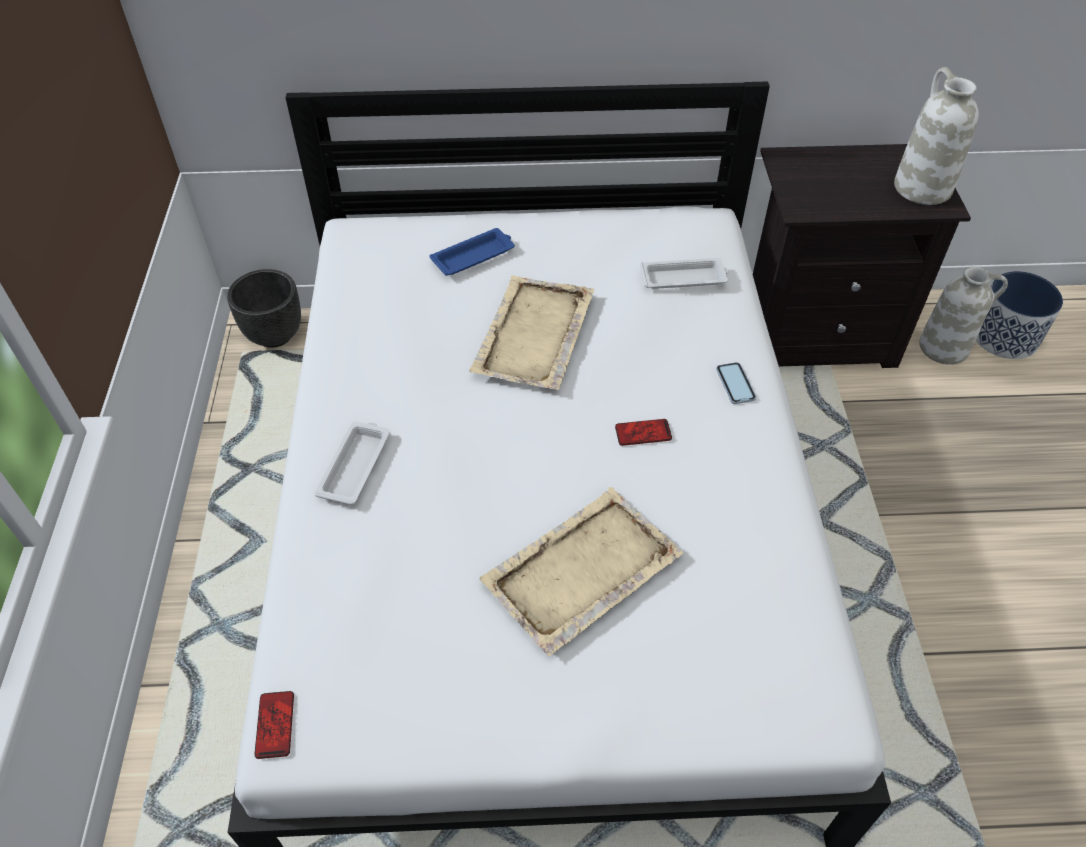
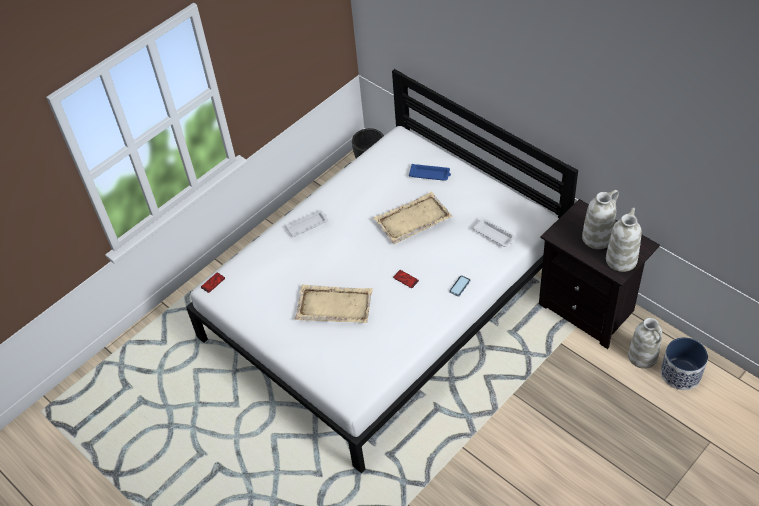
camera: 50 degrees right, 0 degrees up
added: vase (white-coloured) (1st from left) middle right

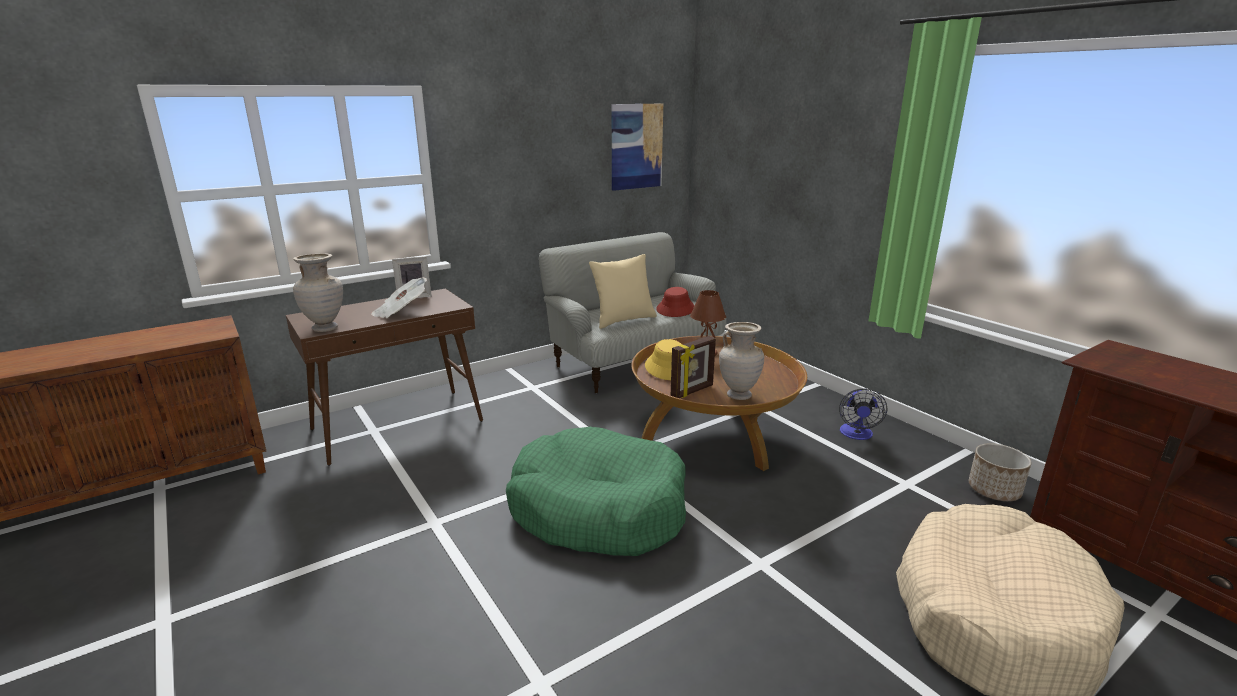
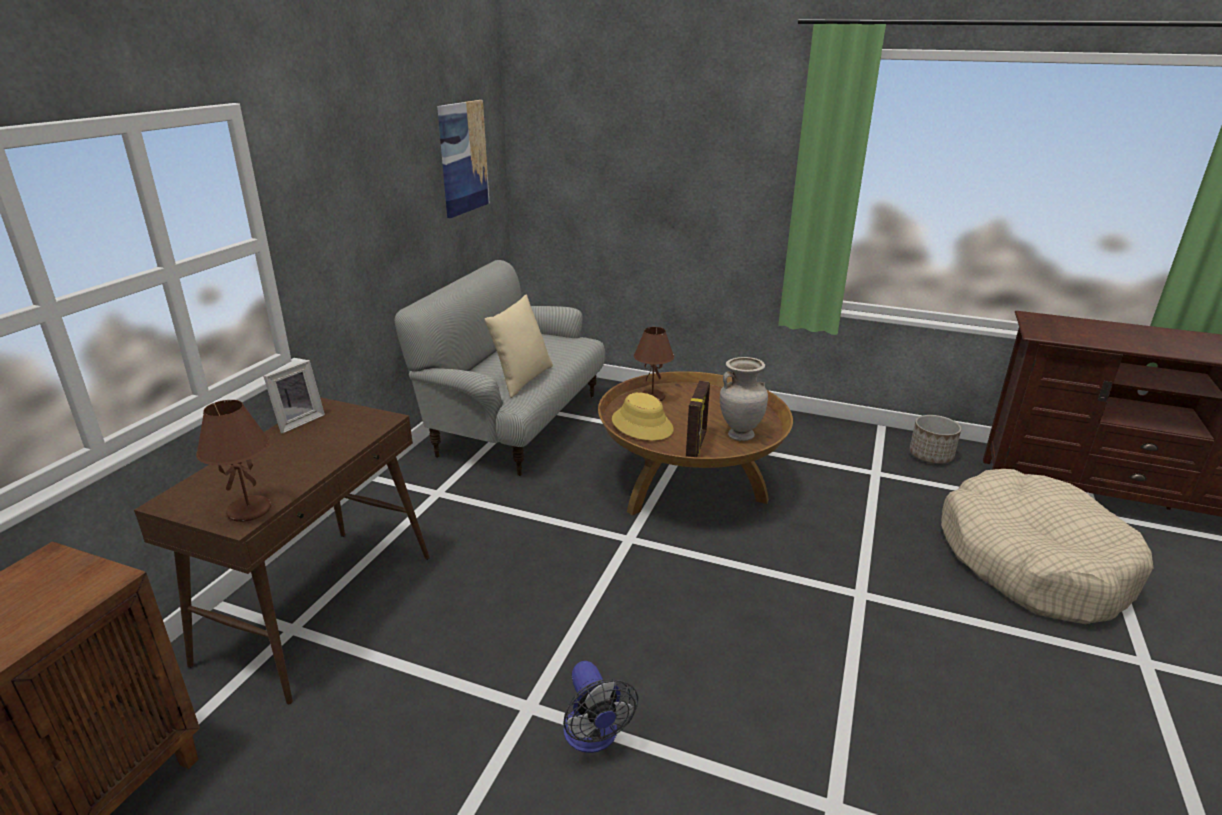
camera: 35 degrees left, 5 degrees up
removed: daily paper middle left; dog bed (greenish) bottom centre; wearable hat (red-coloured) centre
moved: electric fan middle right to bottom centre
replaced: vase (beige-coloured) (1st from left) middle left to tabletop lamp (brown-coloured) (1st from left) middle left

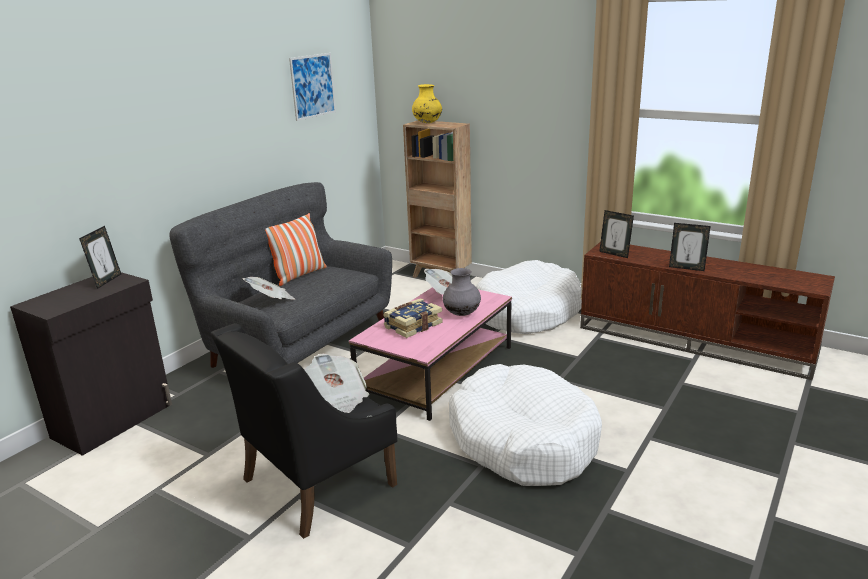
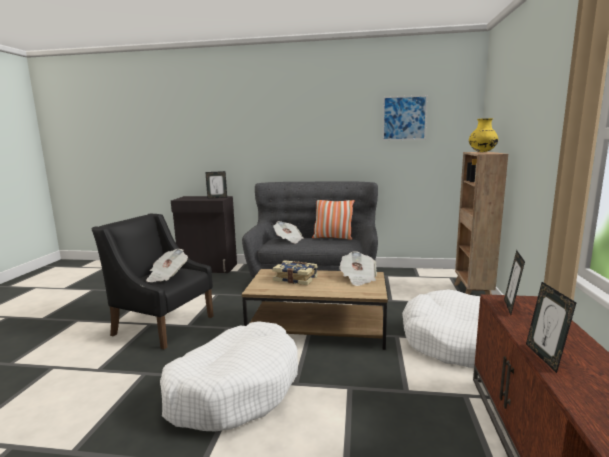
camera: 65 degrees right, 10 degrees down
removed: vase (greyish) centre
recoloured: coffee table (pink-coloured) centre to coffee table (brown-coloured) bottom centre

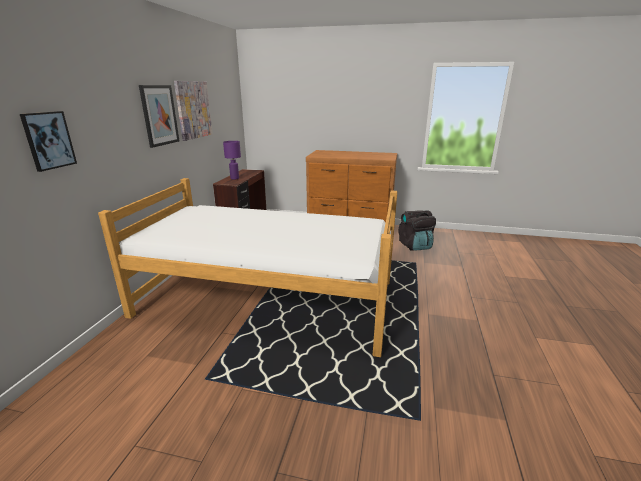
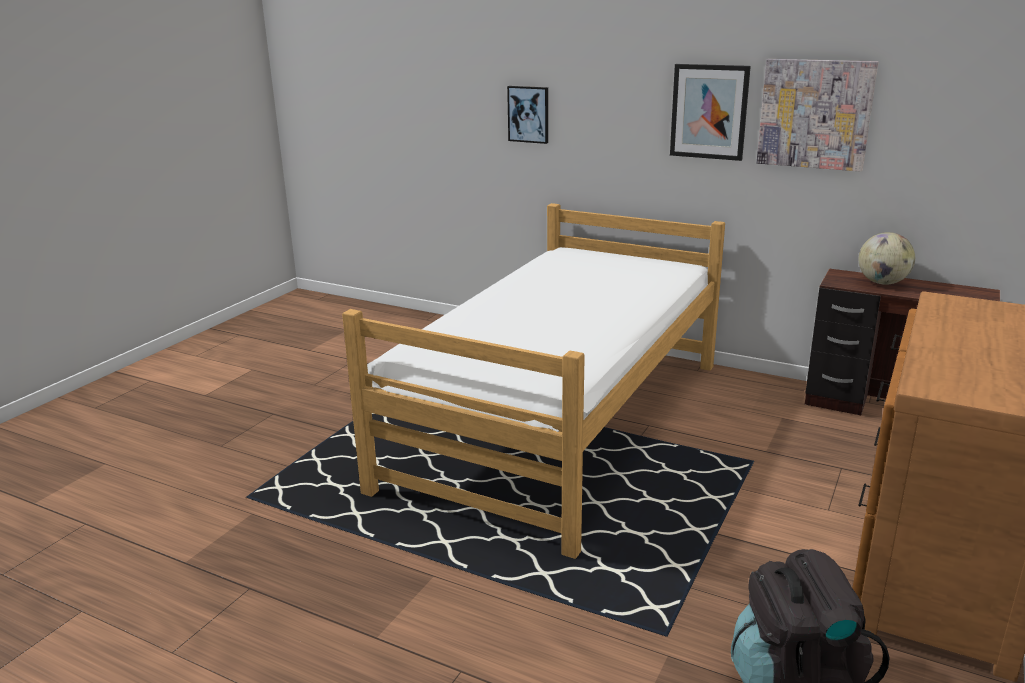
camera: 105 degrees right, 0 degrees up
replaced: tabletop lamp (purplish) top centre to desk globe middle right

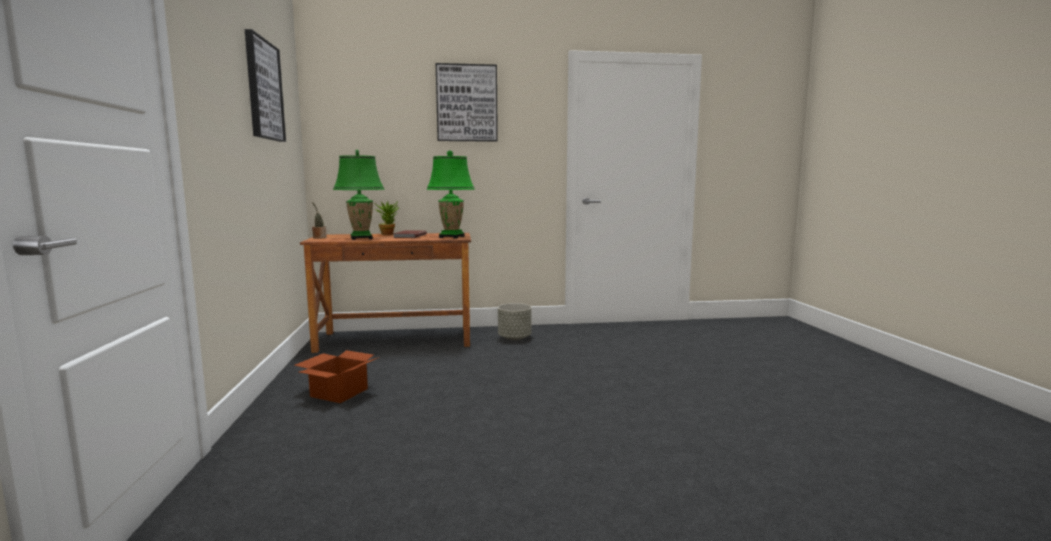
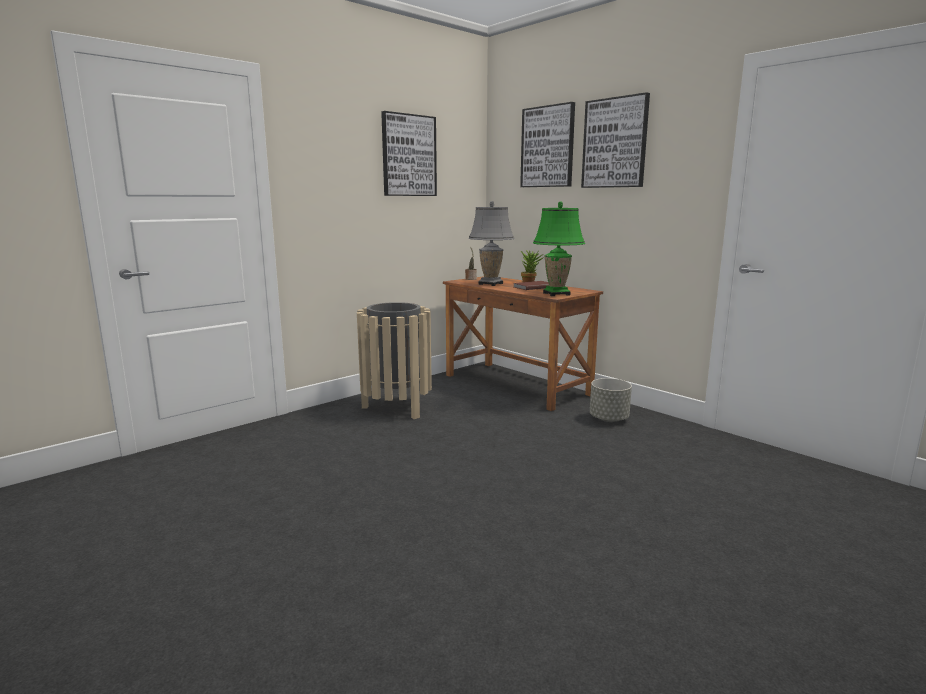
camera: 55 degrees right, 5 degrees up
added: wall art (2nd from left) top centre
replaced: carton bottom left to trash can (beige-coloured) centre
recoloured: tabletop lamp (greenish) (1st from left) centre to tabletop lamp (greyish) centre

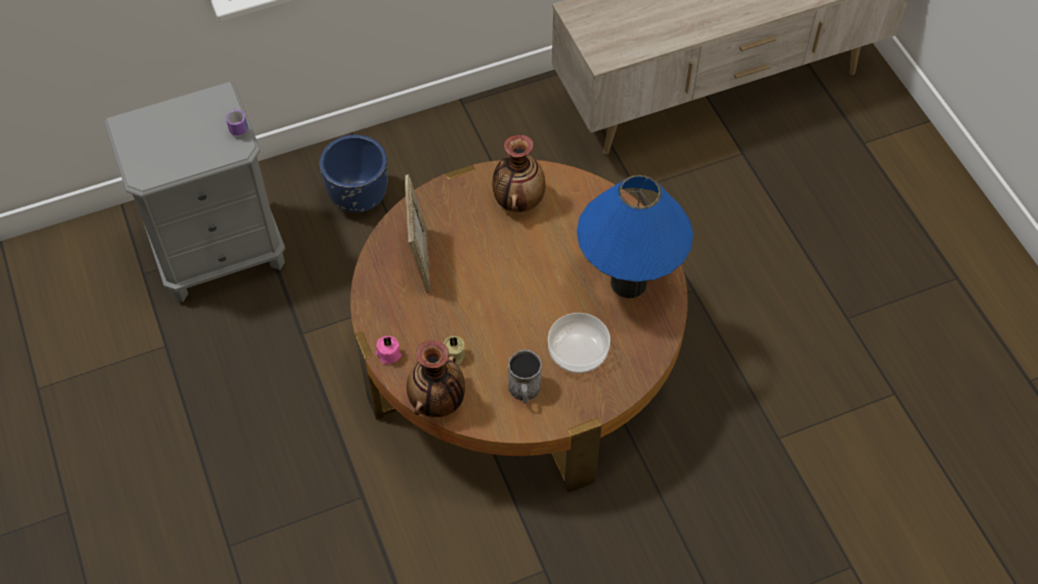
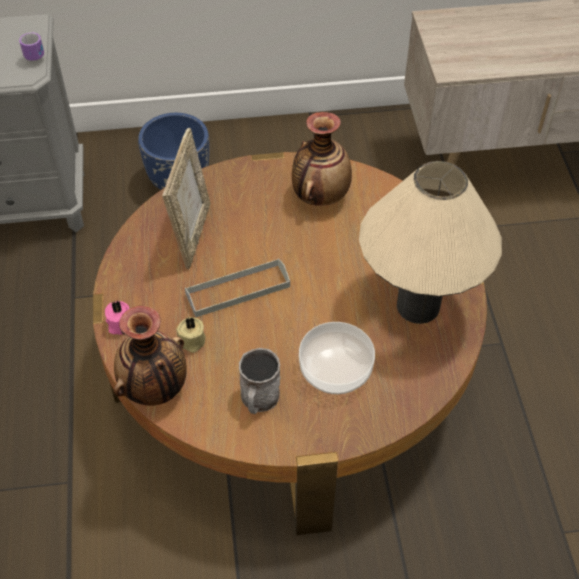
camera: 15 degrees right, 5 degrees down
added: serving tray (greyish) centre
recoloured: tabletop lamp (blue) centre to tabletop lamp (beige-coloured) middle right

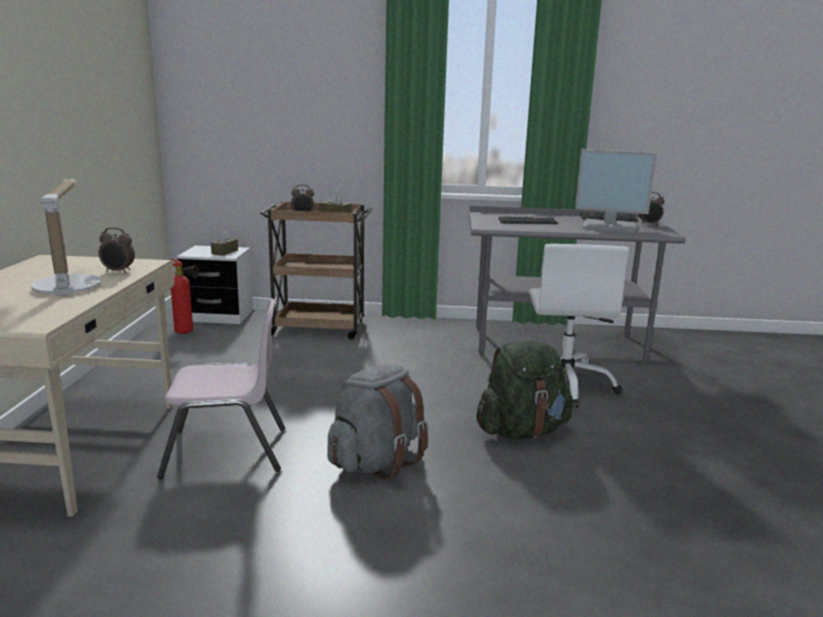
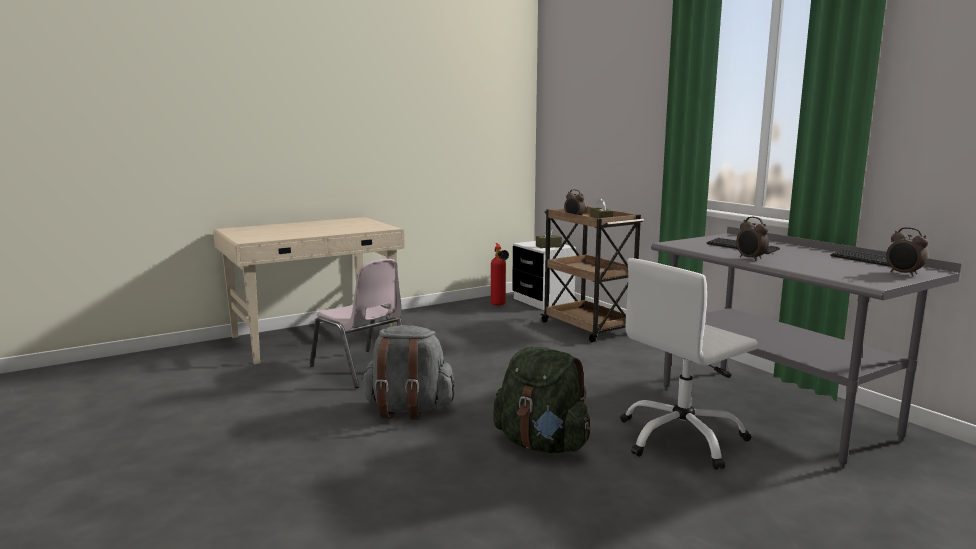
camera: 55 degrees right, 5 degrees down
removed: tabletop lamp middle left; computer screen top right
moved: alarm clock (1st from left in the first image) middle left to alarm clock (2nd from left) middle right

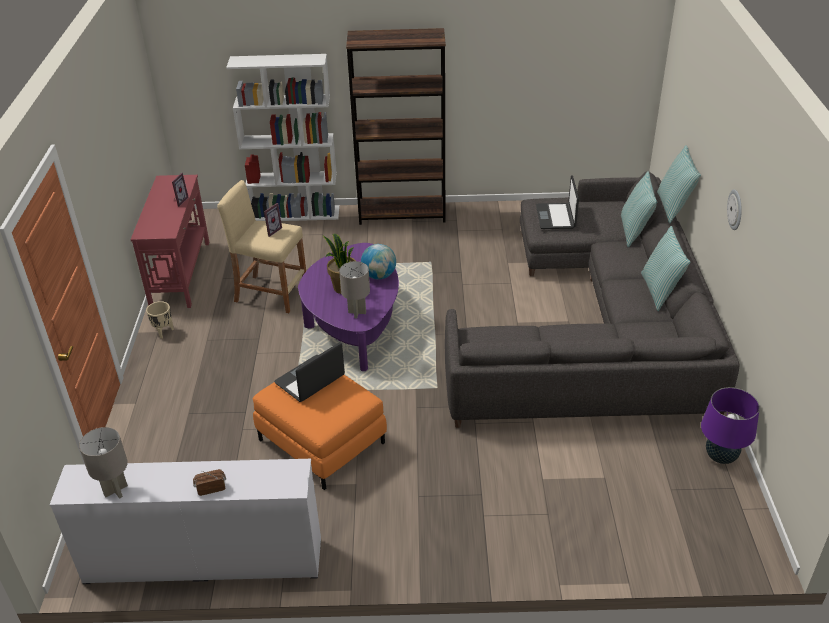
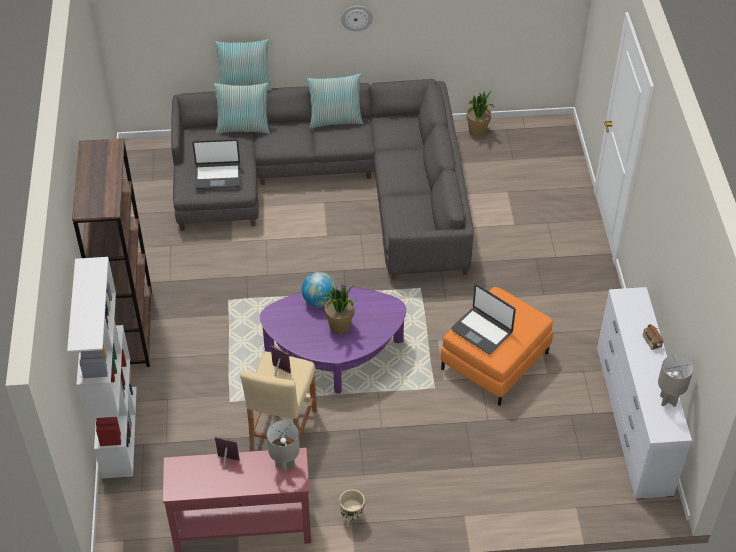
camera: 95 degrees left, 10 degrees up
moved: tabletop lamp (greyish) (2nd from left in the first image) centre to tabletop lamp (greyish) (1st from left) bottom centre
replaced: tabletop lamp (purplish) bottom right to houseplant (2nd from left) top centre

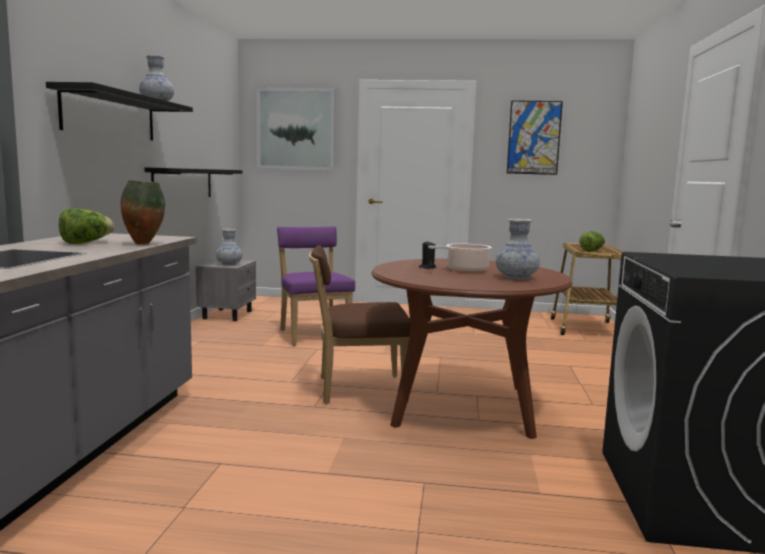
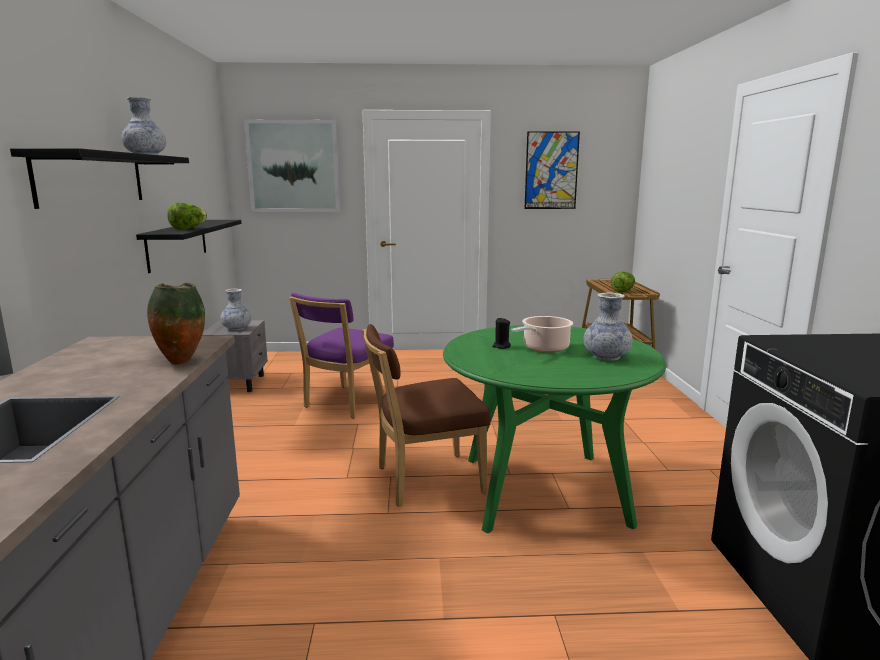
camera: 10 degrees left, 5 degrees up
moved: lettuce (1st from left) middle left to top left
recoloured: kitchen table (brown-coloured) centre to kitchen table (greenish) centre
turned: plain chair (purplish) centre = centre 120 degrees counterclockwise

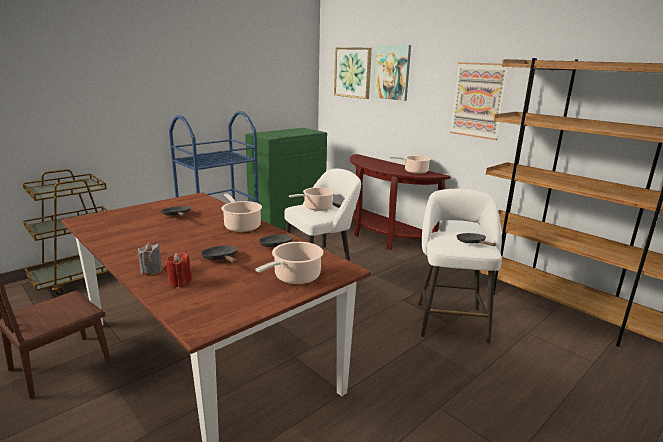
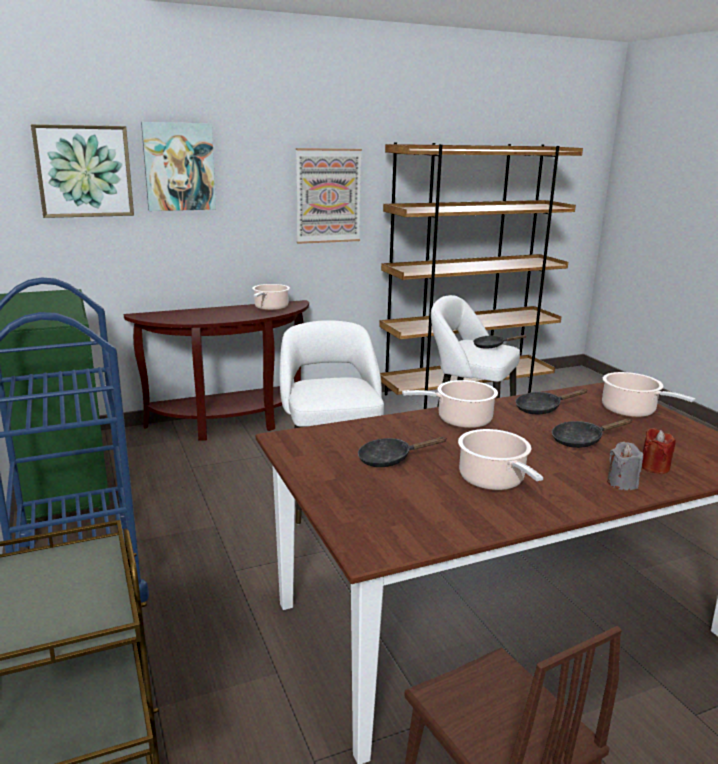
camera: 70 degrees left, 0 degrees up
moved: saucepot (3rd from left) centre to middle right

